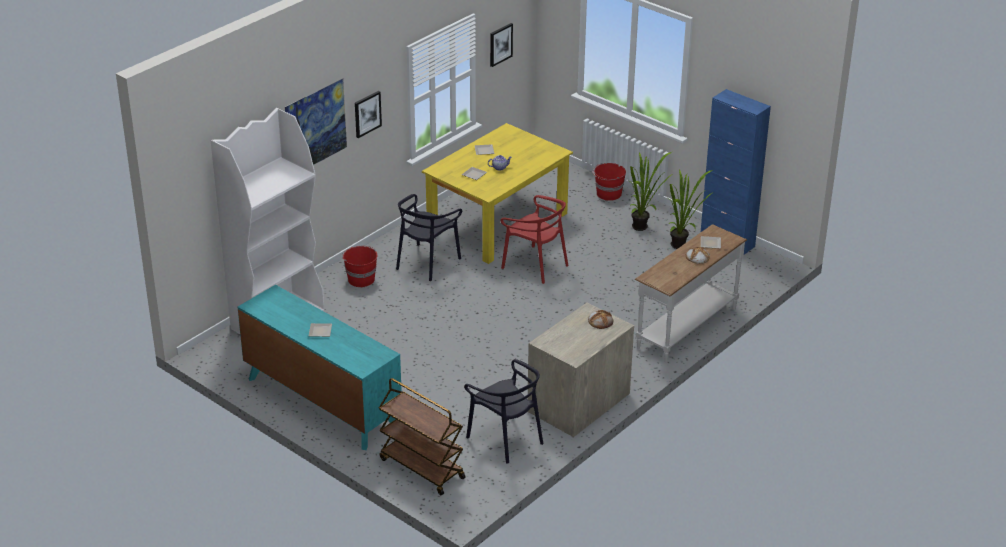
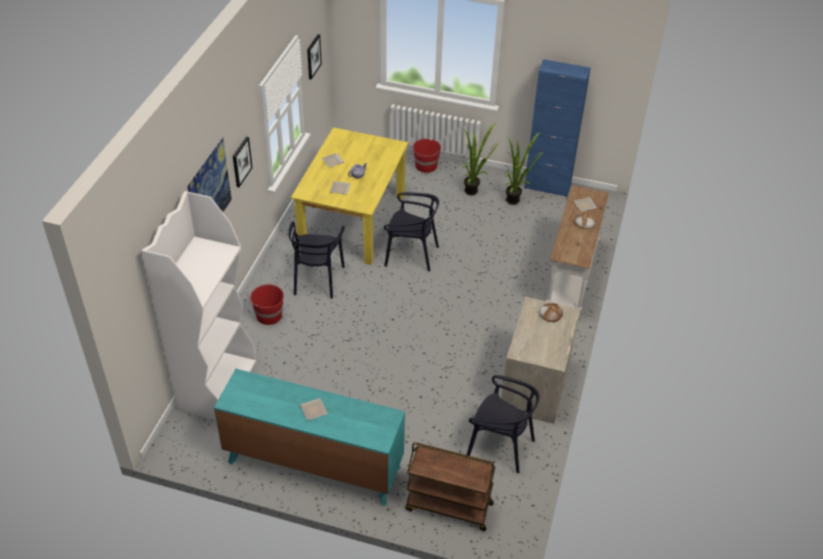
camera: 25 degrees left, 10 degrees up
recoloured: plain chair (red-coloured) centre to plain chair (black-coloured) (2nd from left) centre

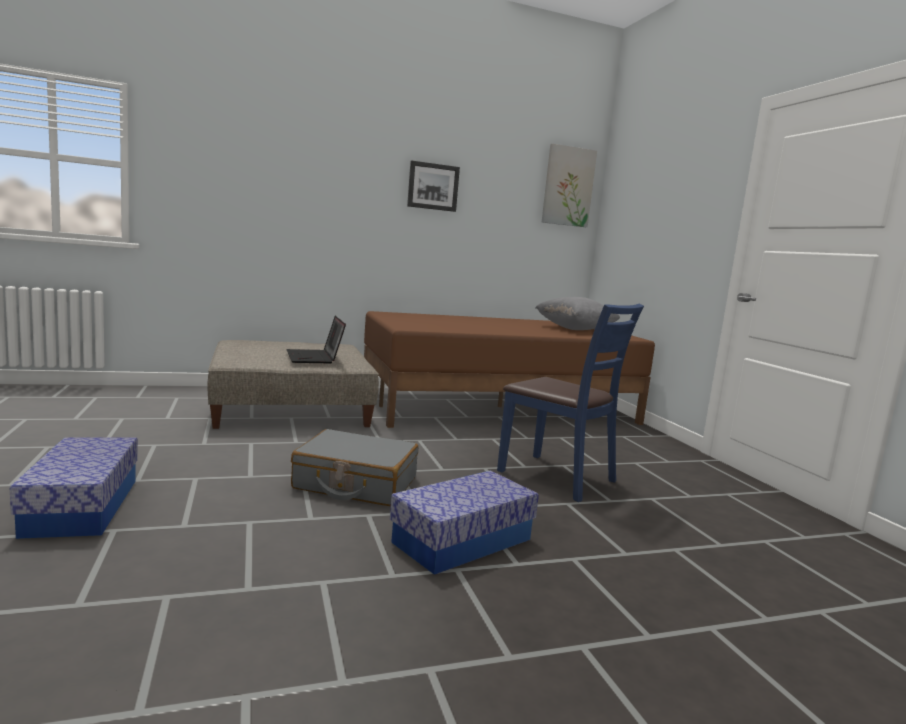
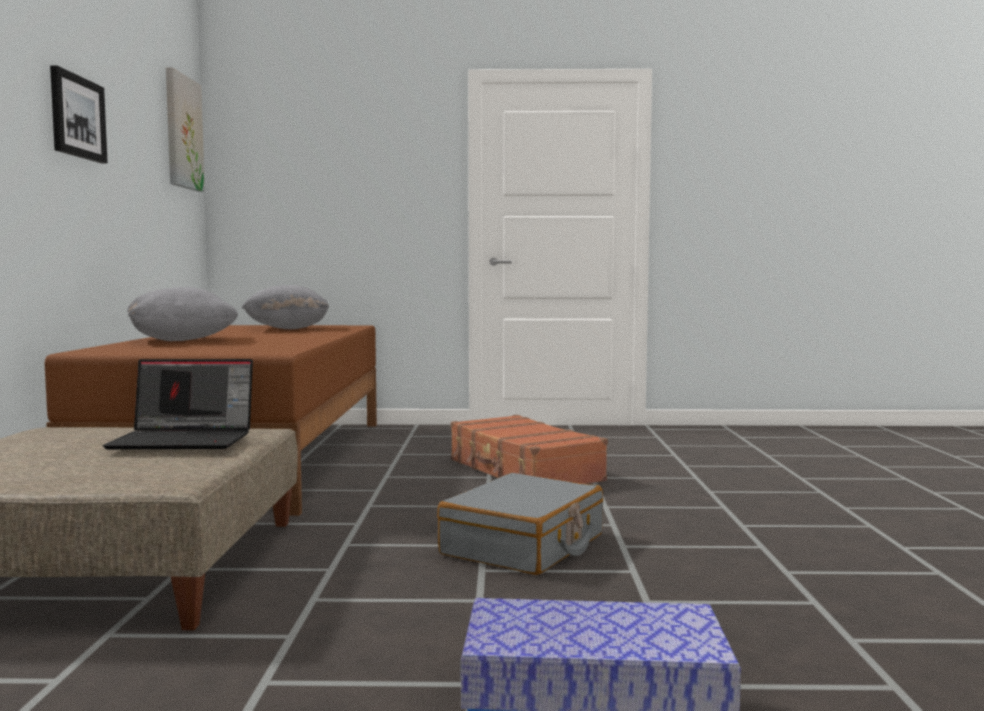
camera: 70 degrees left, 5 degrees down
removed: storage container (2nd from left) bottom centre
added: pillow (greyish) (1st from left) middle left
replaced: plain chair (blue) centre to suitcase (brown-coloured) centre

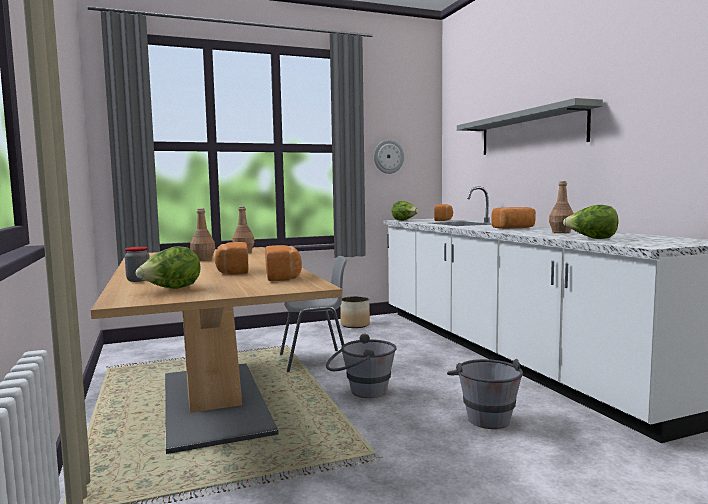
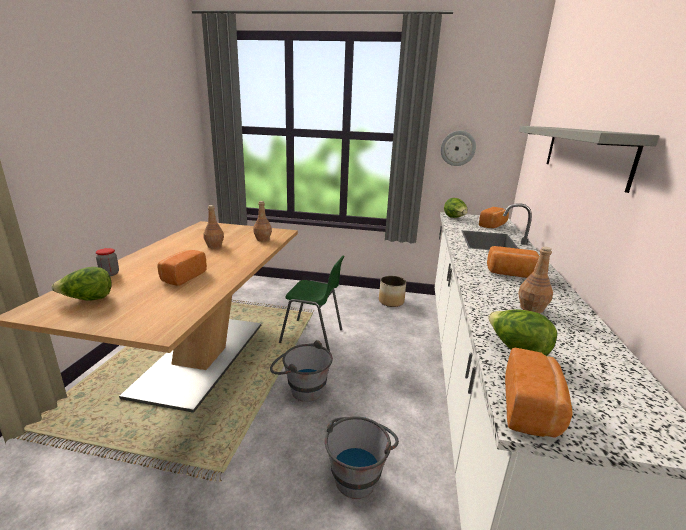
camera: 30 degrees right, 15 degrees up
moved: bakery bread (2nd from left in the first image) centre to bakery bread (4th from left) bottom right
recoloured: plain chair (greyish) centre to plain chair (greenish) centre

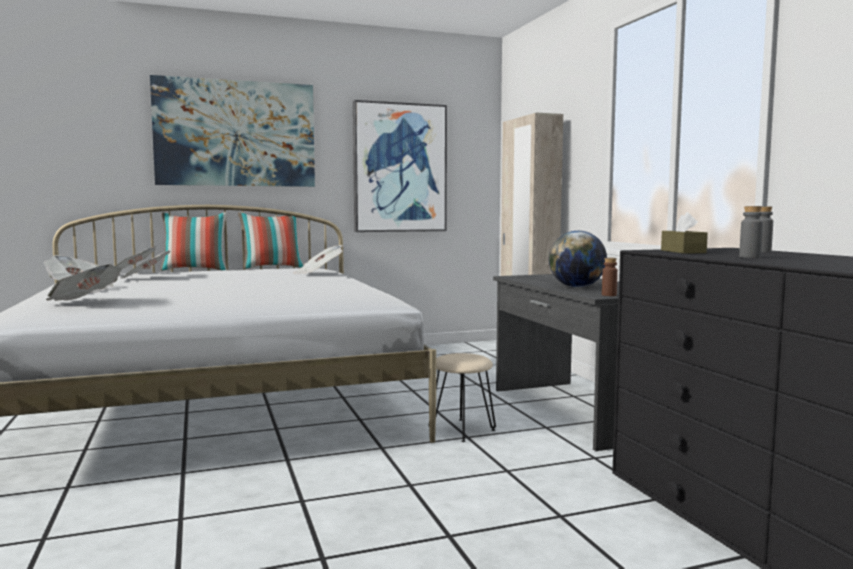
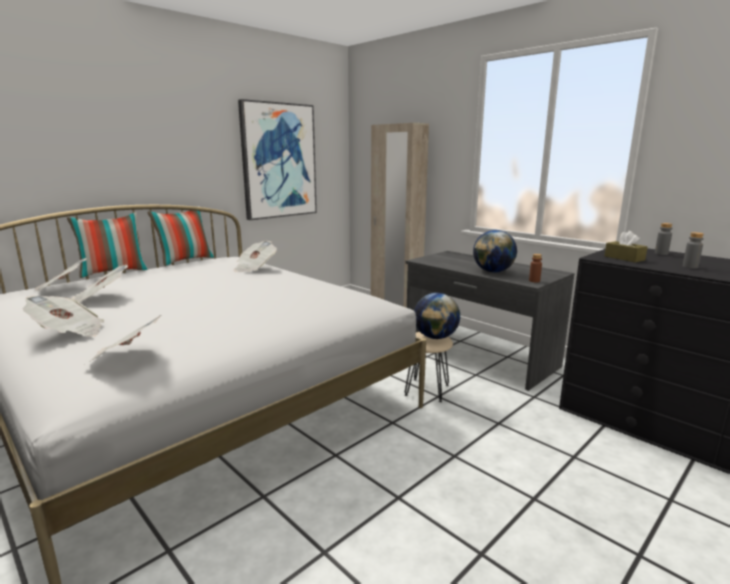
camera: 25 degrees left, 10 degrees up
removed: wall art (1st from left) top left
added: desk globe (1st from left) centre

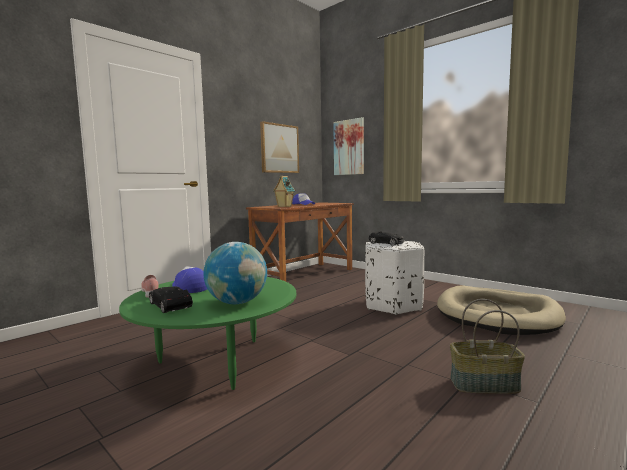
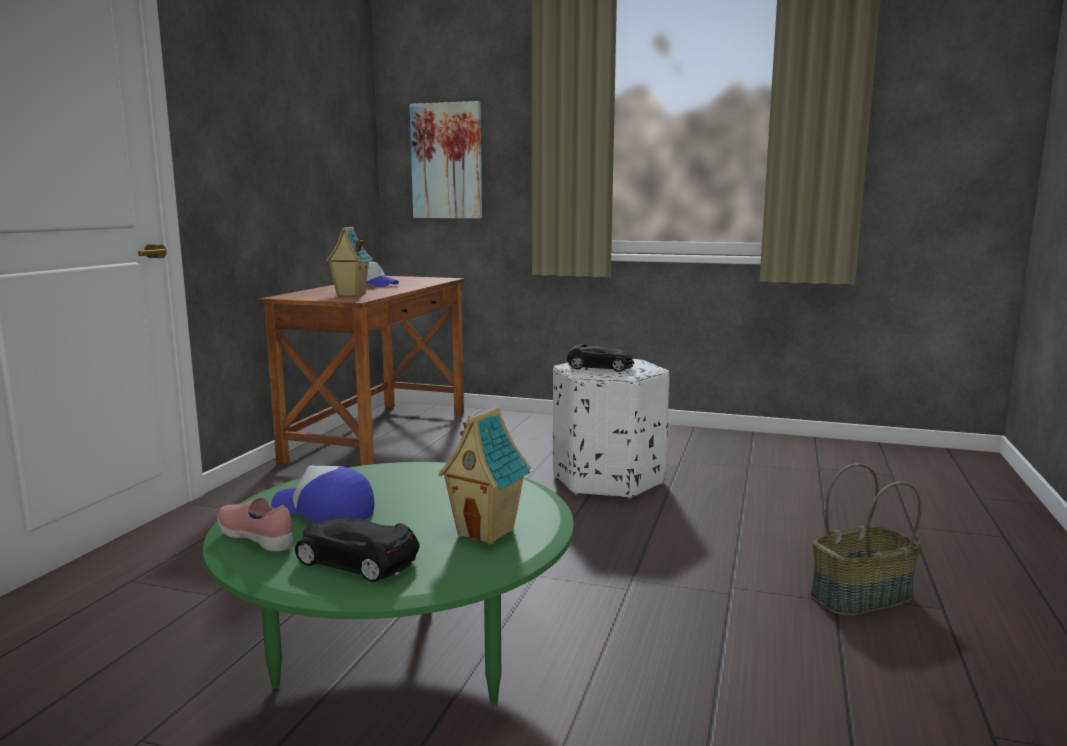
camera: 25 degrees left, 5 degrees up
removed: wall art (1st from left) top centre; dog bed (beige-coloured) middle right
replaced: desk globe centre to model house (2nd from left) centre

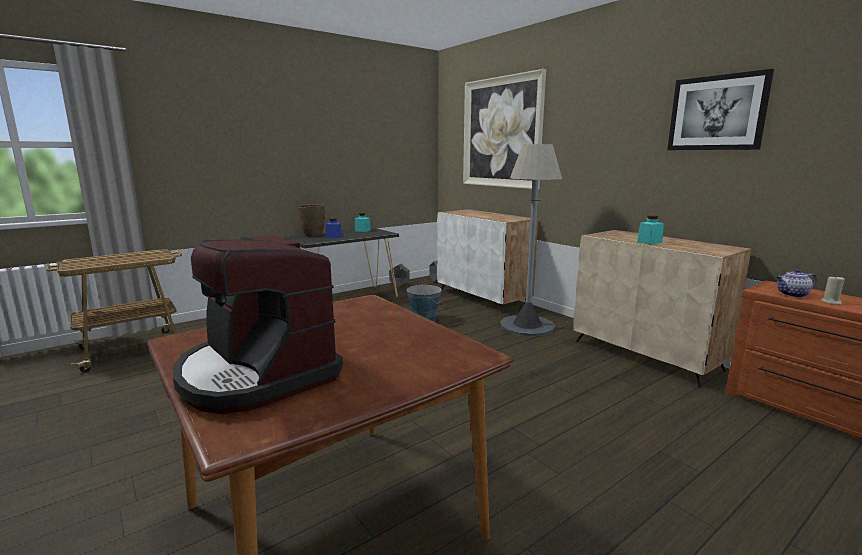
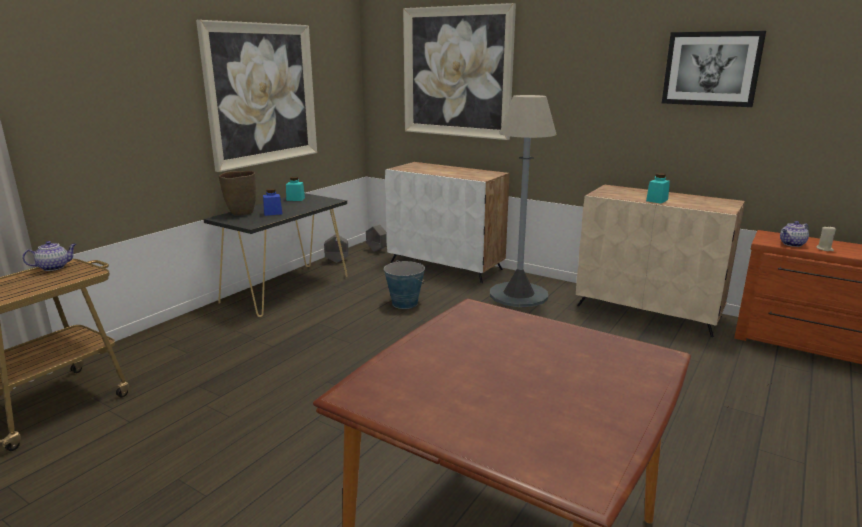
camera: 20 degrees left, 5 degrees up
removed: coffee brewer middle left
added: tea pot (1st from left) middle left; wall art (1st from left) top left

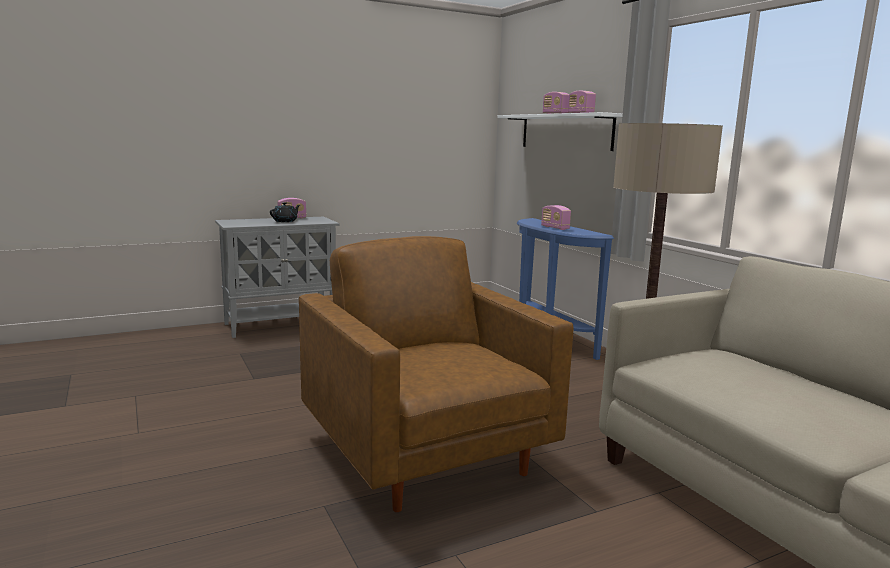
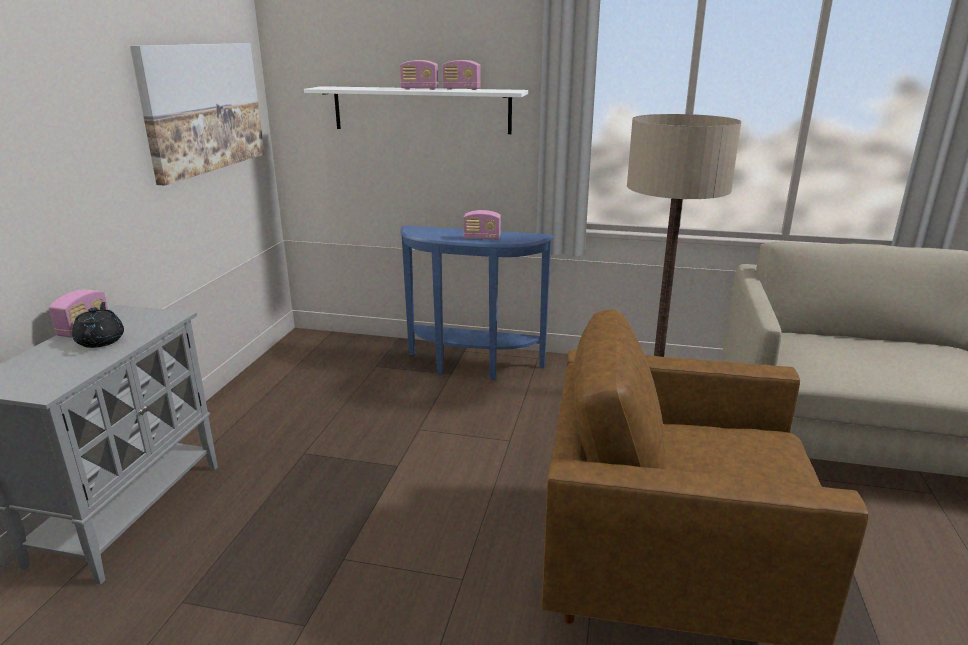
camera: 50 degrees left, 10 degrees up
added: wall art top left

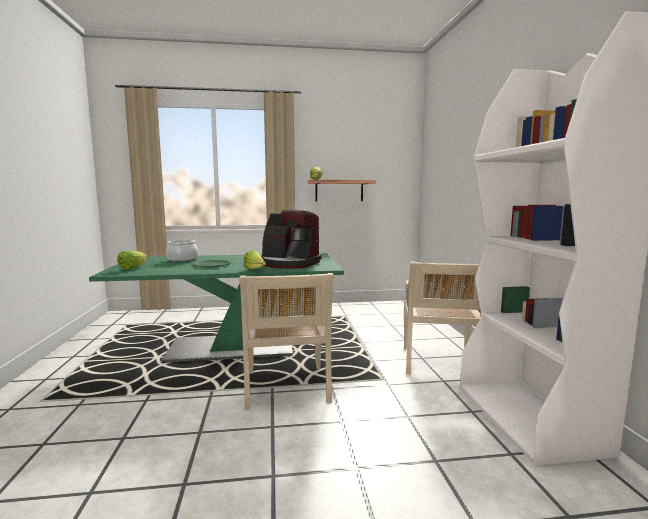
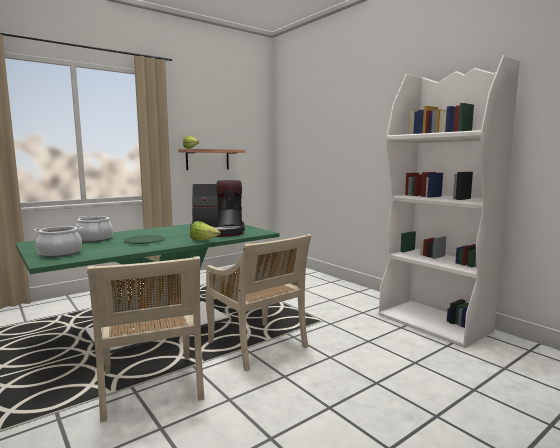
camera: 30 degrees left, 0 degrees up
moved: plain chair (beige-coloured) (2nd from left in the first image) middle right to plain chair (beige-coloured) (1st from left) bottom left
replaced: lettuce (1st from left) middle left to saucepot (1st from left) middle left

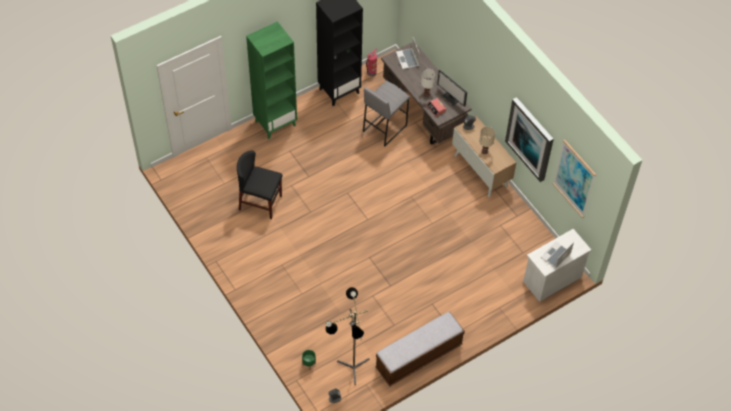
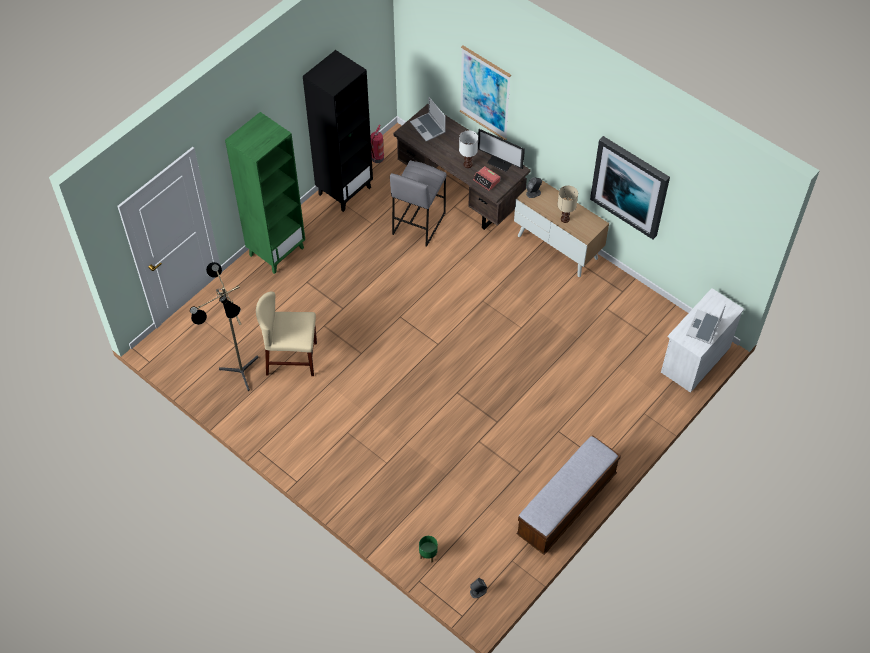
camera: 15 degrees left, 0 degrees up
moved: standard lamp bottom centre to middle left; wall art (2nd from left in the first image) middle right to wall art (1st from left) top centre
recoloured: plain chair (black-coloured) centre to plain chair (beige-coloured) middle left

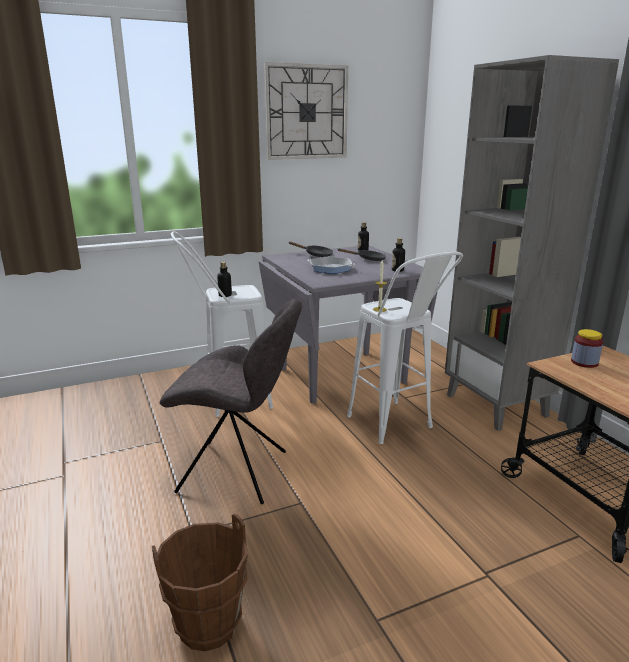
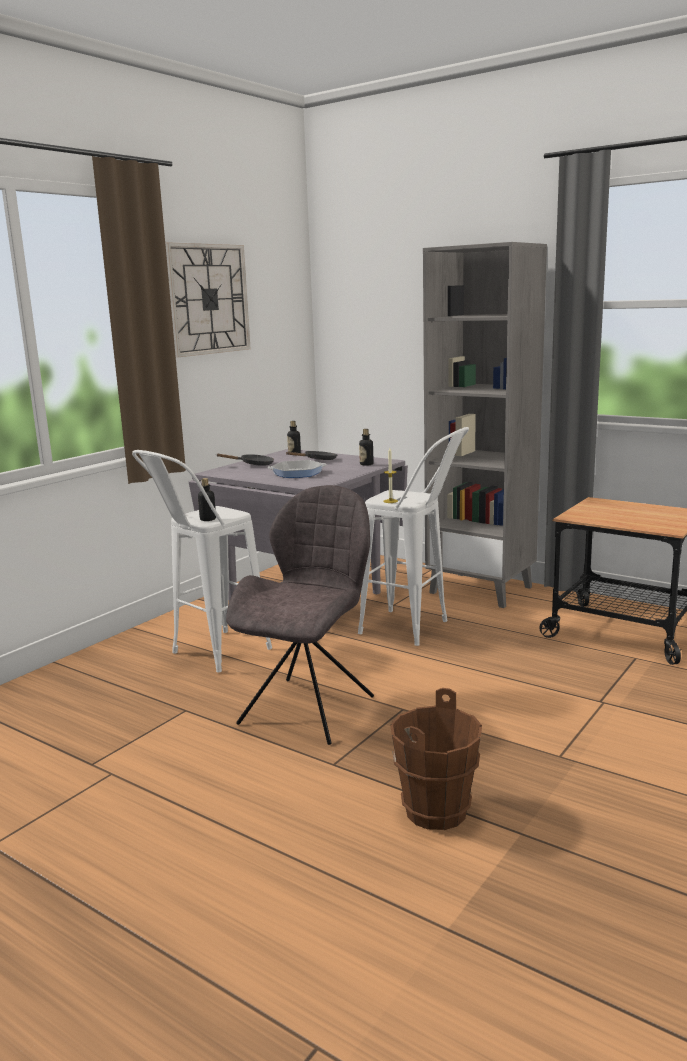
camera: 30 degrees left, 5 degrees down
removed: preserve jar middle right
turned: plain chair (greyish) centre = centre 45 degrees counterclockwise

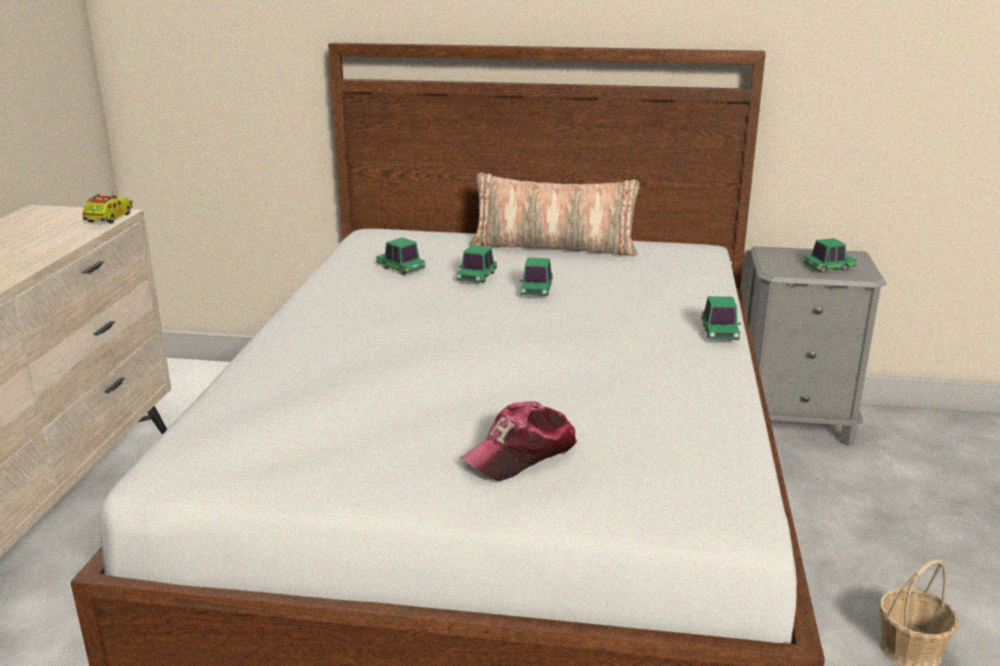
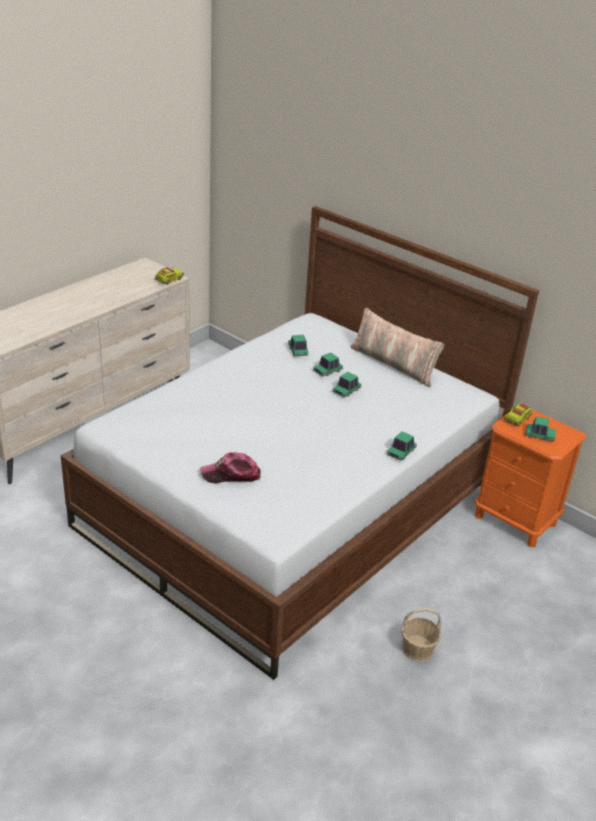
camera: 30 degrees right, 10 degrees up
added: toy truck (2nd from left) middle right
recoloured: night table (greyish) middle right to night table (orangey) middle right

